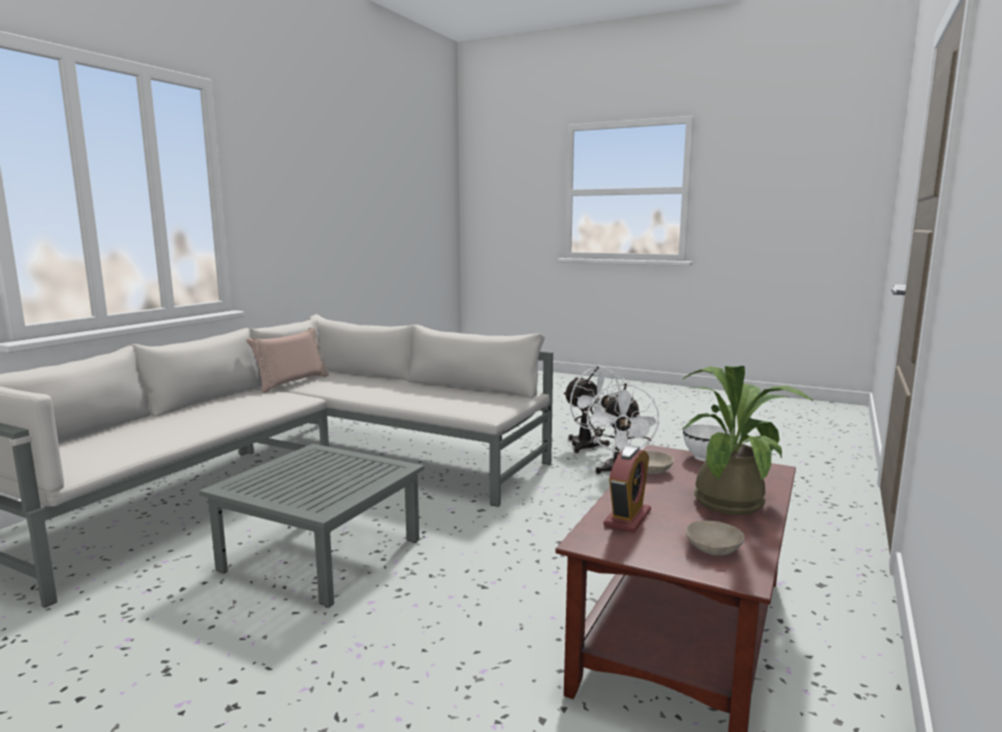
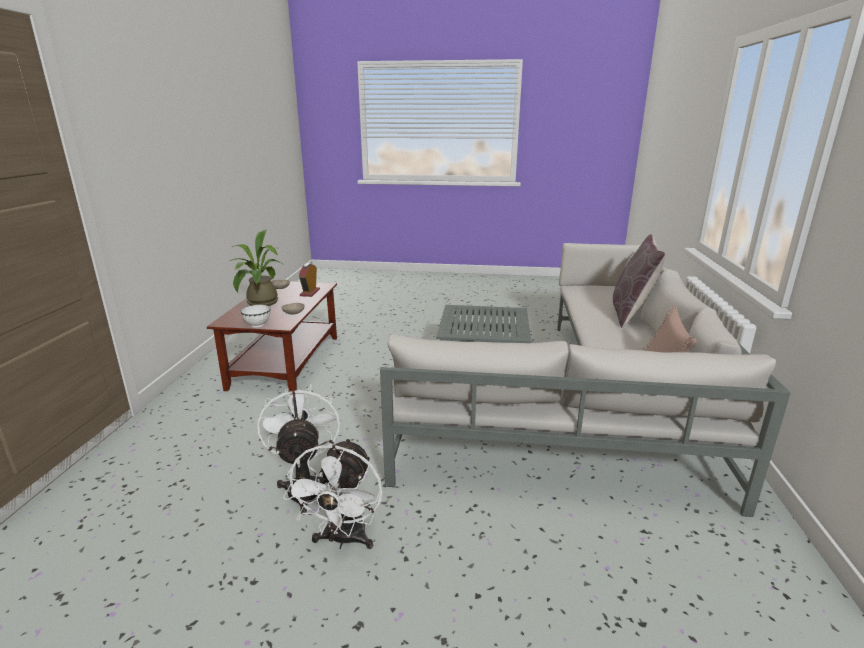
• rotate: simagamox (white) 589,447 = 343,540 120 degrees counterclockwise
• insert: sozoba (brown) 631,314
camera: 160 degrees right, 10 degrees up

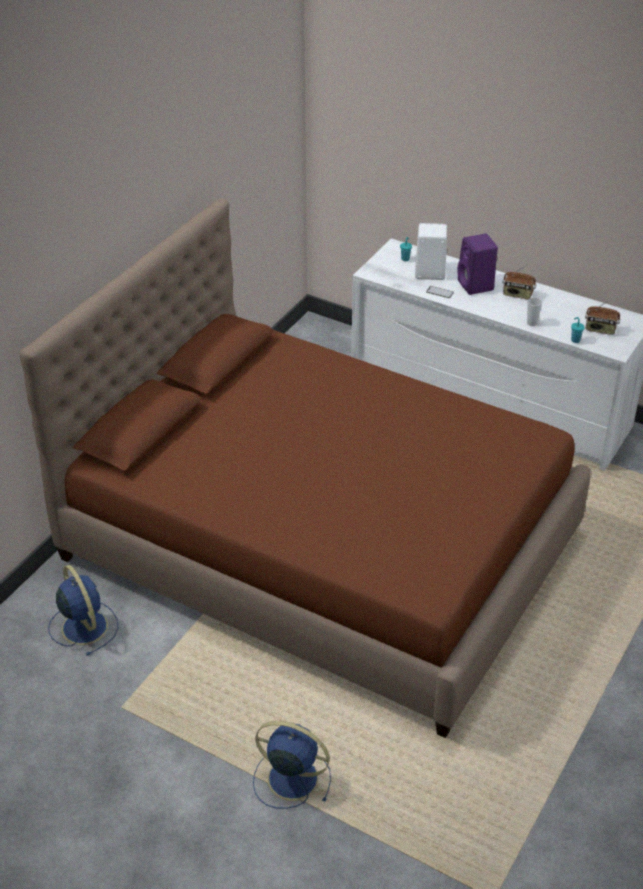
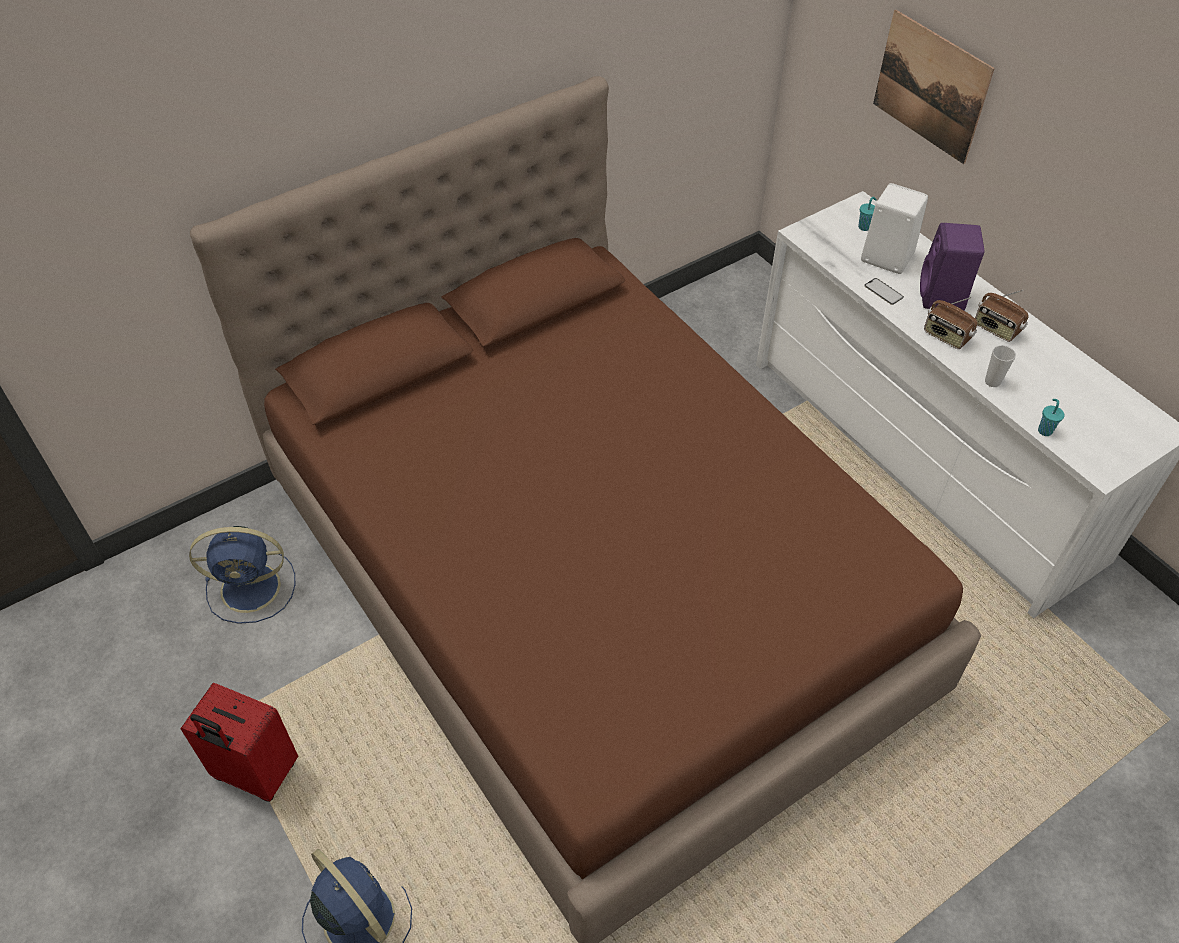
• insert: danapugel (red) 255,773
• rotate: simagamox (blue) 84,626 = 253,587 90 degrees clockwise
• insert: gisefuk 930,86
• move: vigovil 600,330 to 946,336
camera: 25 degrees right, 10 degrees up

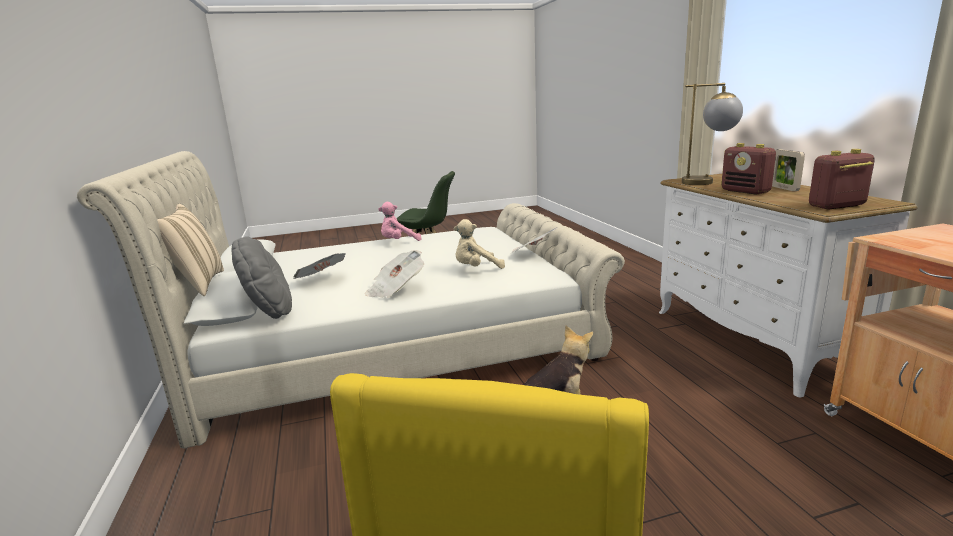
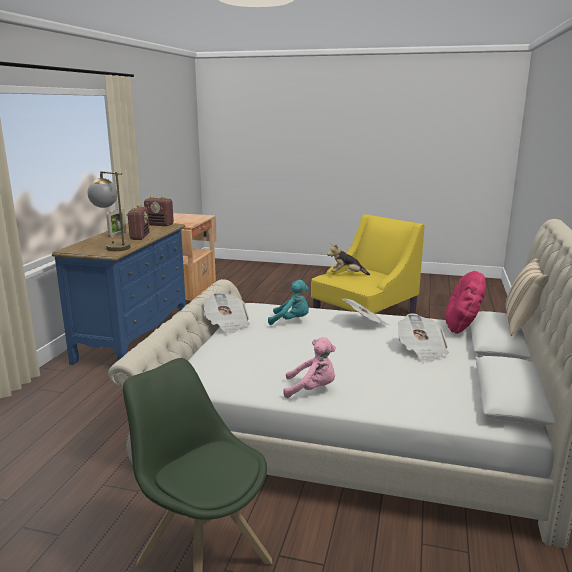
• recolor: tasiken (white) 748,341 to tasiken (blue) 135,339
• recolor: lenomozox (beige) 476,269 to lenomozox (turquoise) 291,321
• recolor: sozoba (grey) 269,314 to sozoba (pink) 462,328
camera: 150 degrees left, 0 degrees up

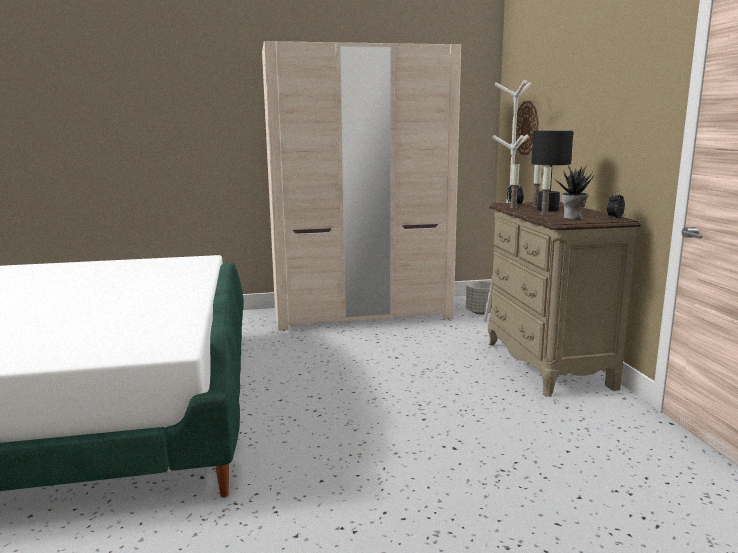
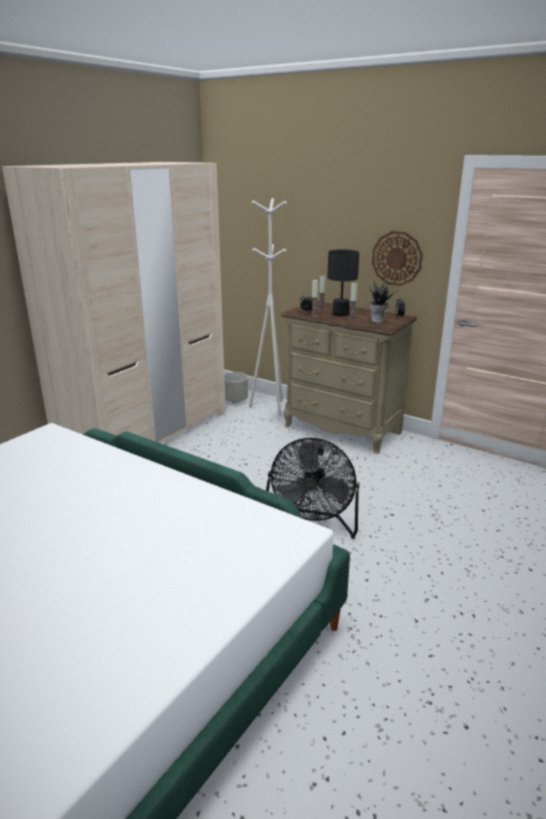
• insert: simagamox (black) 309,520
• move: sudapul 526,128 to 397,258
camera: 45 degrees left, 10 degrees up

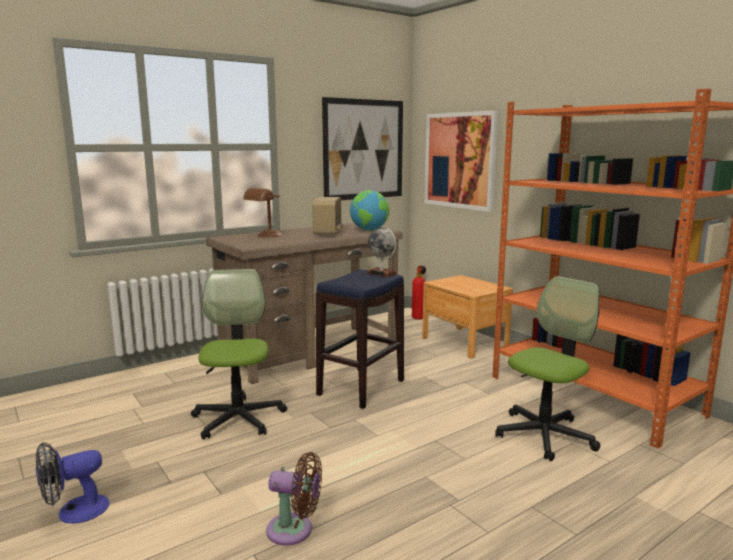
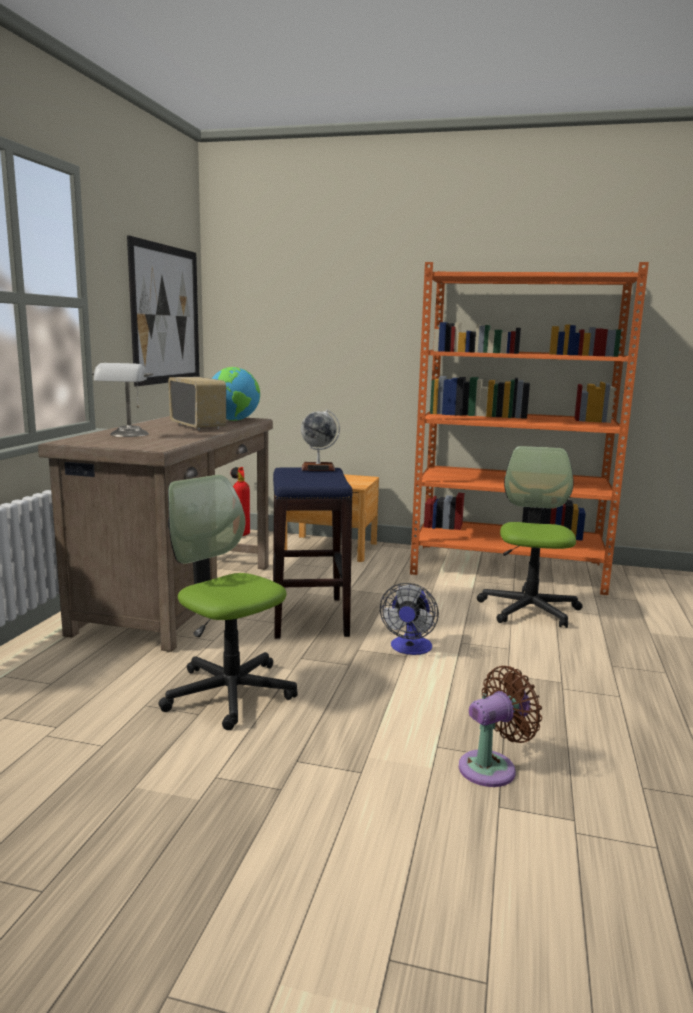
• recolor: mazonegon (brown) 266,236 to mazonegon (white) 128,435
• move: simagamox 74,512 to 410,649
• delete: gisefuk 460,160
camera: 40 degrees left, 0 degrees up

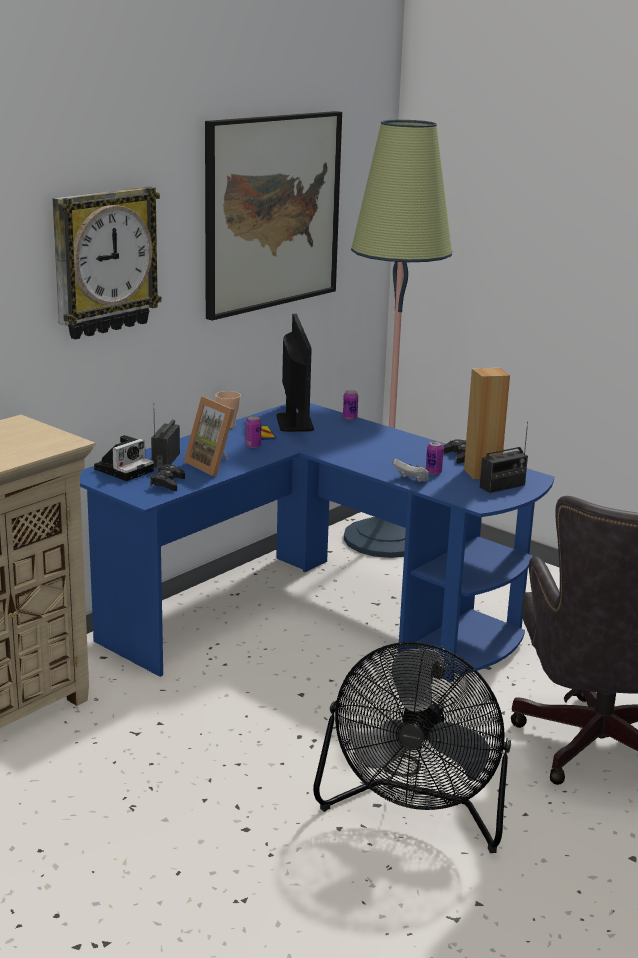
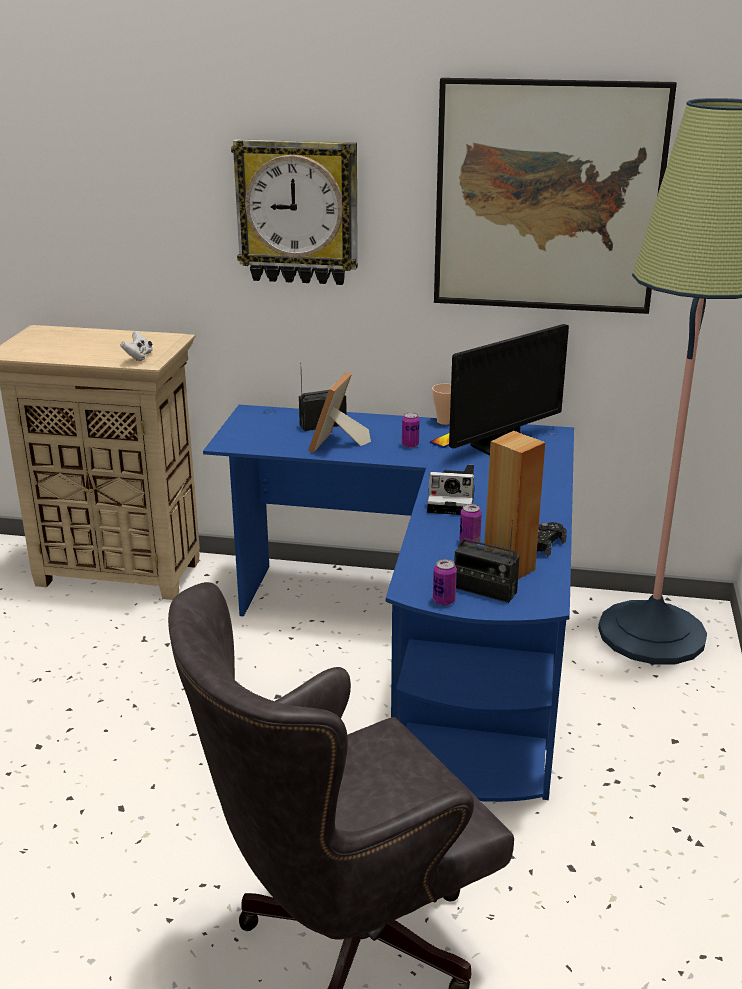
• move: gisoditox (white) 411,480 to 138,357
• move: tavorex 125,469 to 453,501
• move: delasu 350,418 to 444,601
• delete: gisoditox (black) 167,483
• delete: simagamox (black) 410,807
camera: 60 degrees right, 5 degrees up

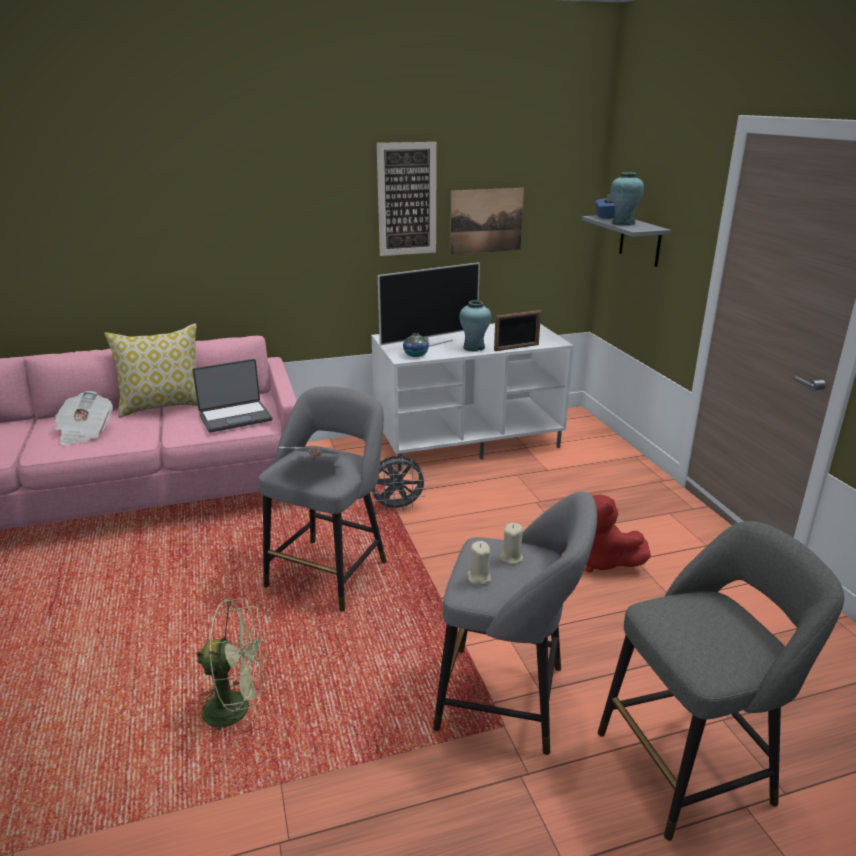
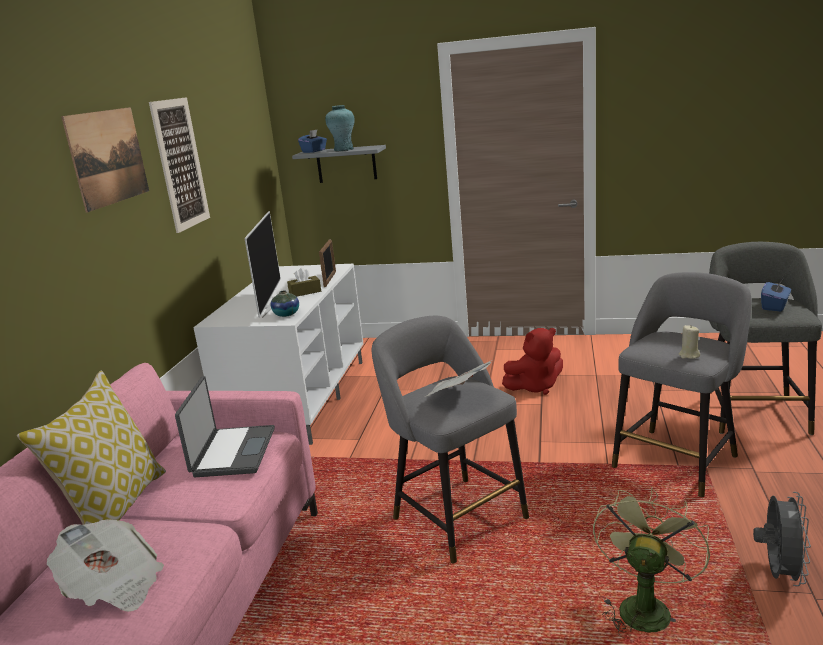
• move: gisefuk 486,221 to 108,157
• replace: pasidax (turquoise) 474,347 to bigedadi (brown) 305,292
• move: simagamox (grey) 397,507 to 778,573
• insert: bigedadi (blue) 775,306
• delete: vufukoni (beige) 511,557
camera: 60 degrees left, 5 degrees down

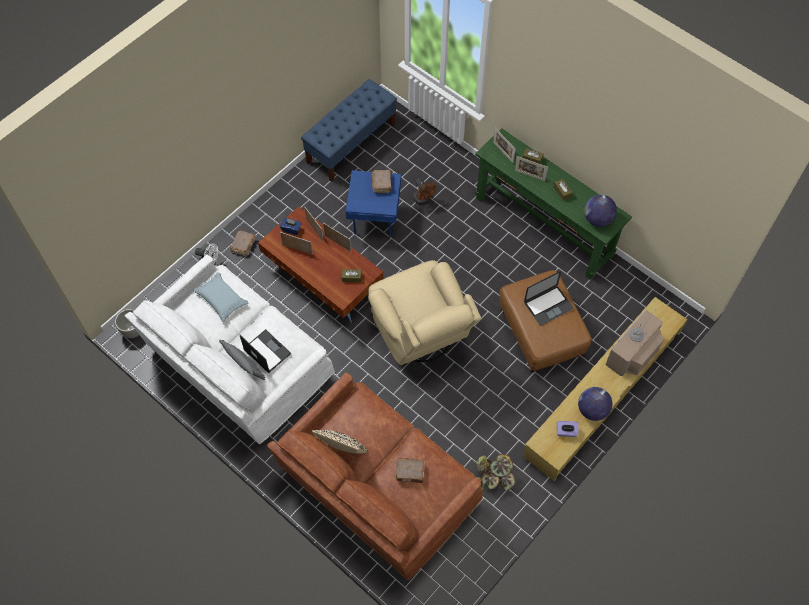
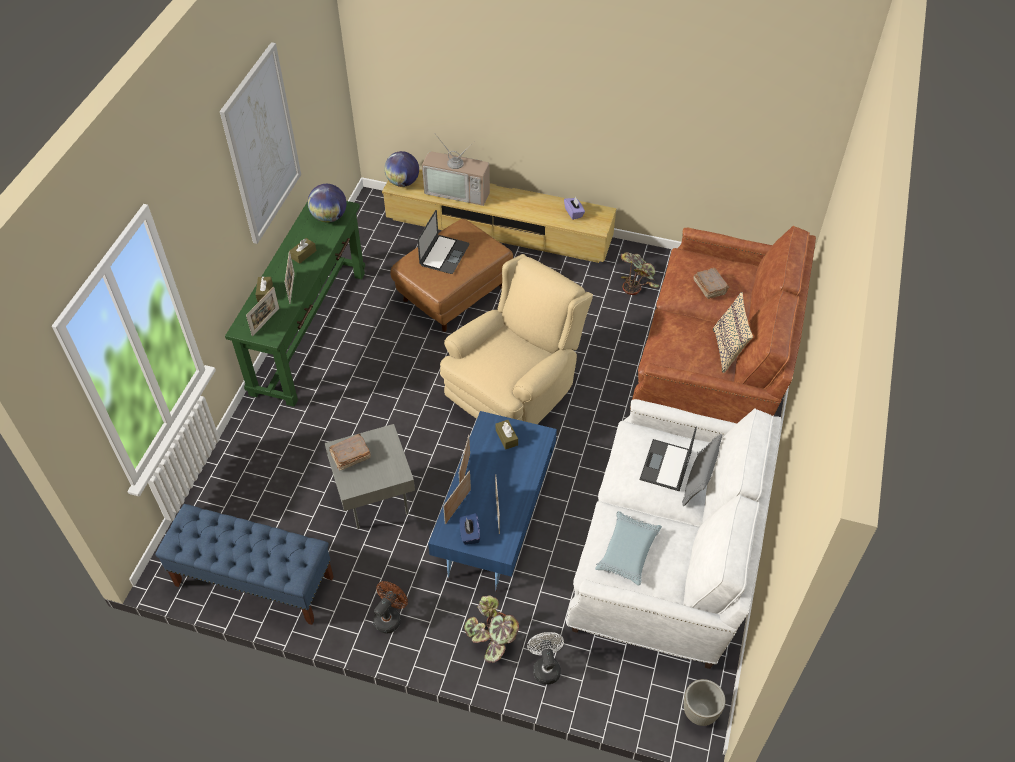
• insert: gisefuk 261,145
• recolor: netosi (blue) 375,219 to netosi (grey) 374,499
• move: simagamox (brown) 423,200 to 390,617
• move: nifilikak 592,410 to 403,182
• rotate: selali 548,305 = 444,254 75 degrees clockwise
• recolor: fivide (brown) 322,280 to fivide (blue) 496,519
• replace: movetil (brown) 243,246 to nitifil 493,639
camera: 115 degrees left, 10 degrees down

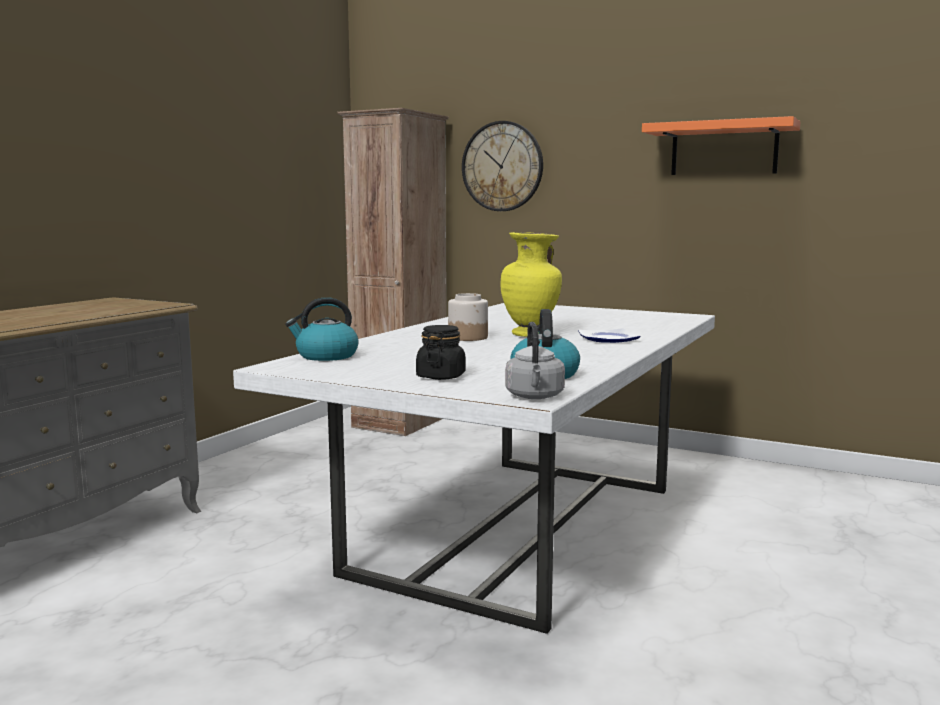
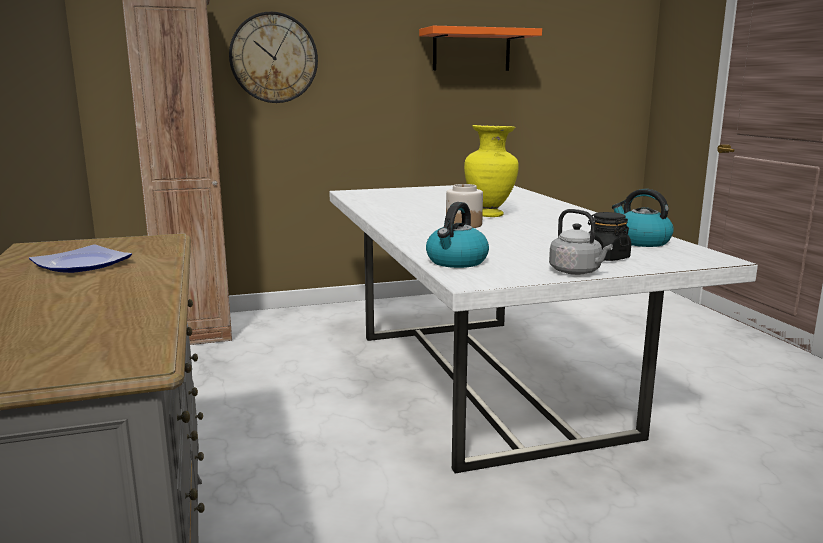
• move: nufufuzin 609,339 to 84,264
• move: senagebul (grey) 535,397 to 577,272
camera: 45 degrees left, 5 degrees up

